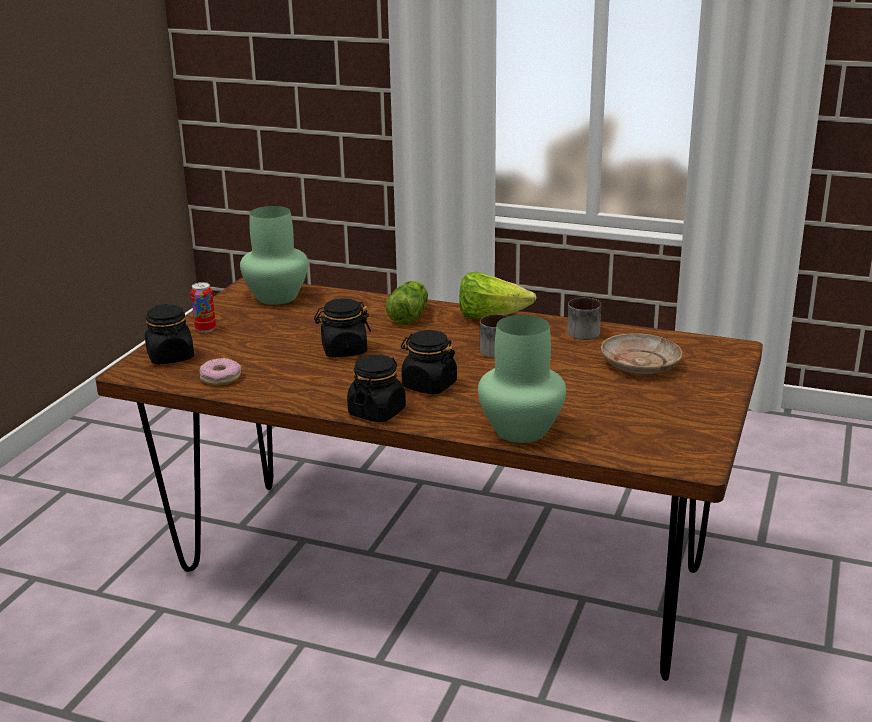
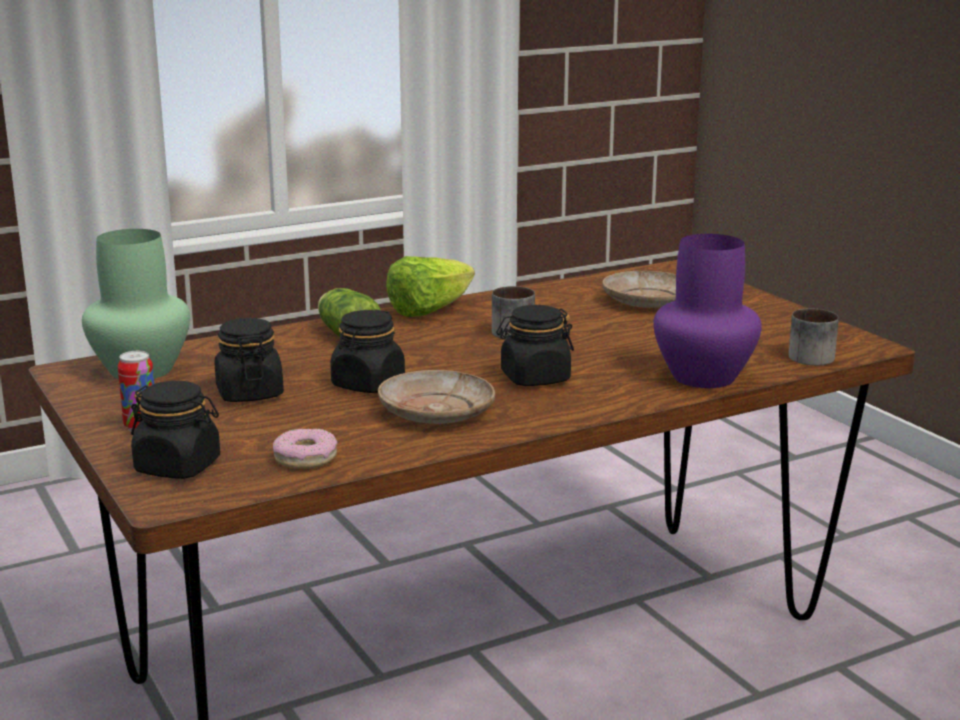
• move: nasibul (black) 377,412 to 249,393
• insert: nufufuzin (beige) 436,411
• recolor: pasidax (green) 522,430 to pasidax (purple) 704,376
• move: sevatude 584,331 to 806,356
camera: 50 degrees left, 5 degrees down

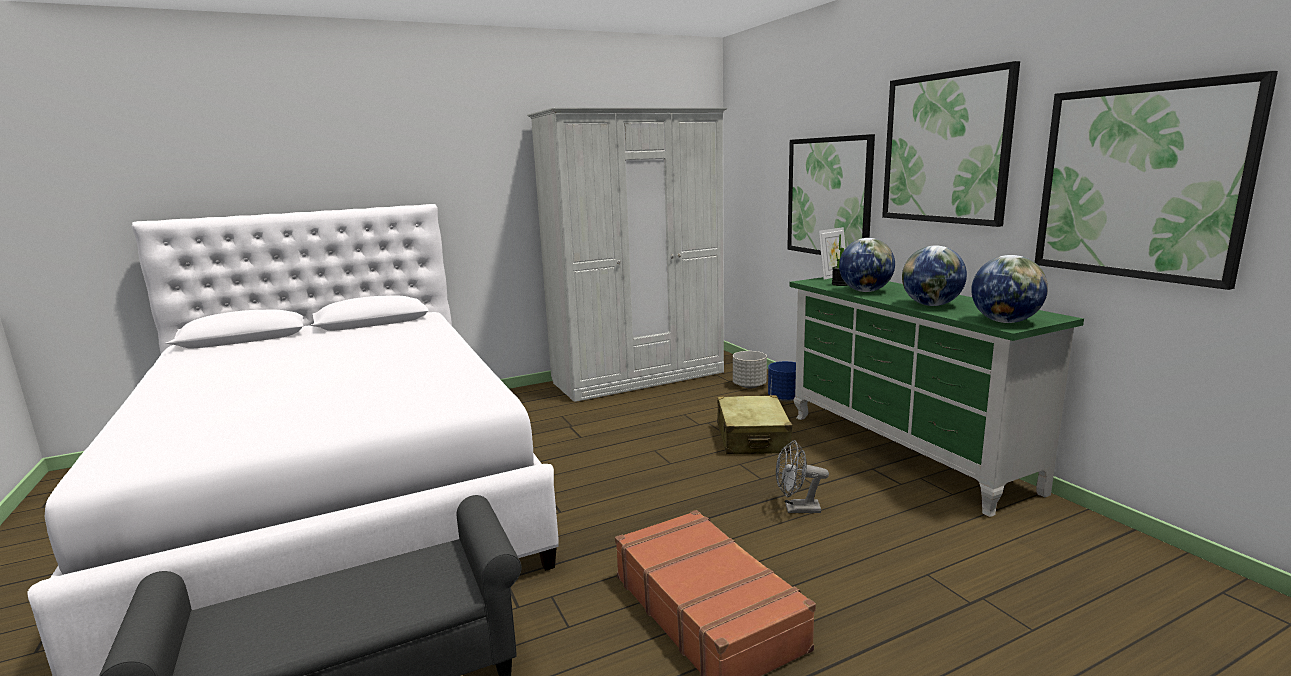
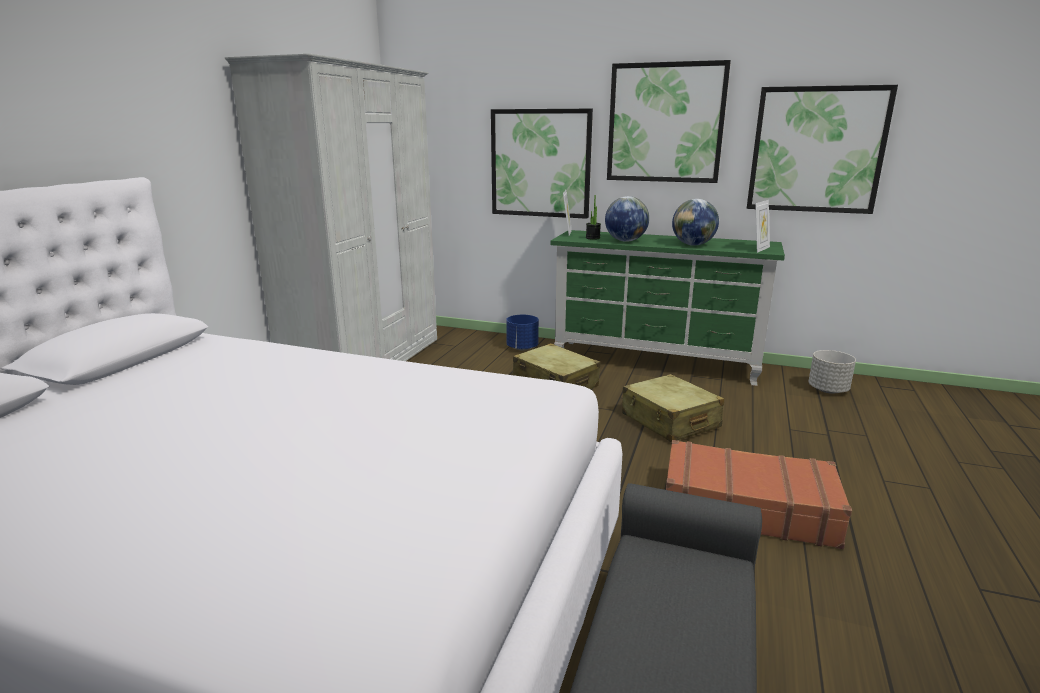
• replace: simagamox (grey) 796,509 to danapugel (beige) 670,421
• replace: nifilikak 1005,321 to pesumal 759,249
• move: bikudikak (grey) 749,386 to 828,390
camera: 45 degrees left, 5 degrees up

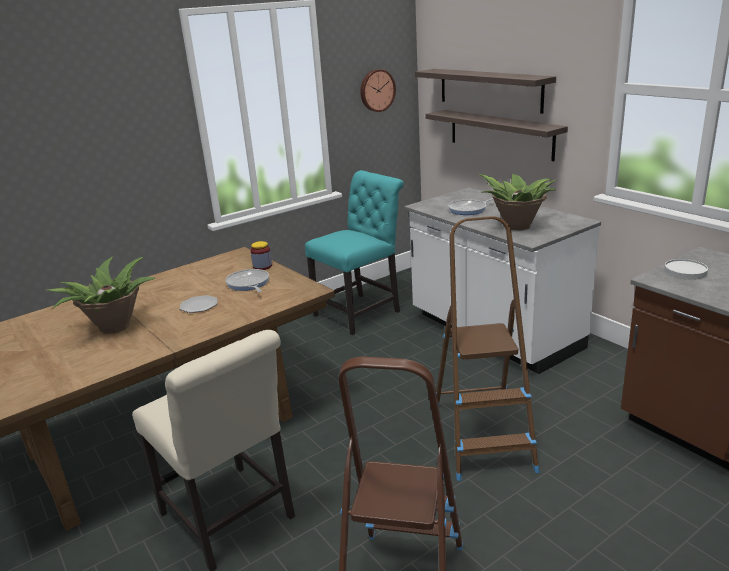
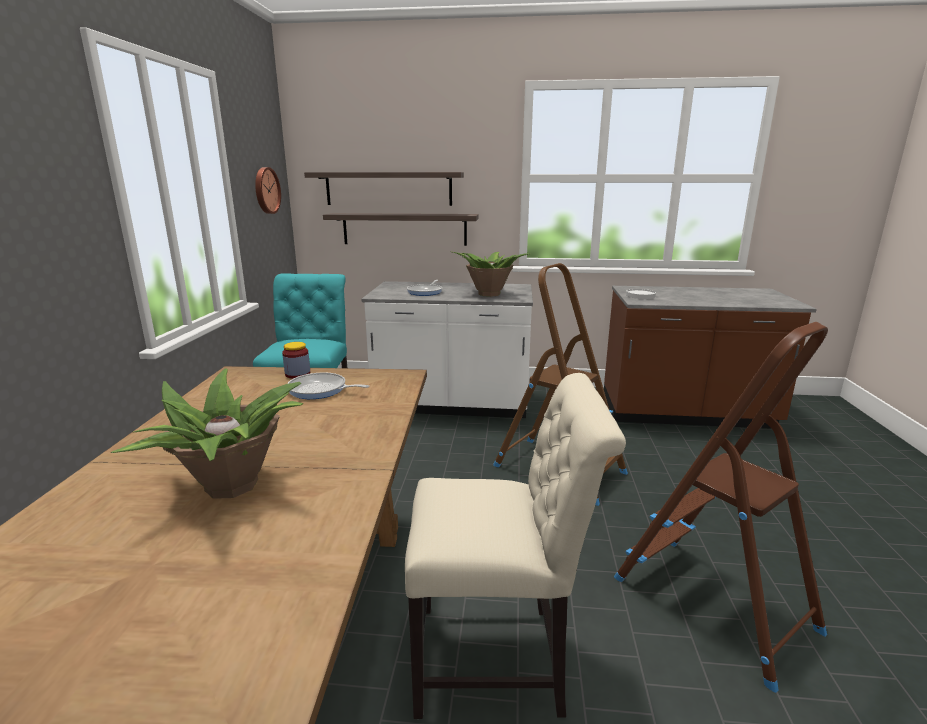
• delete: nufufuzin 199,306
camera: 50 degrees left, 5 degrees down

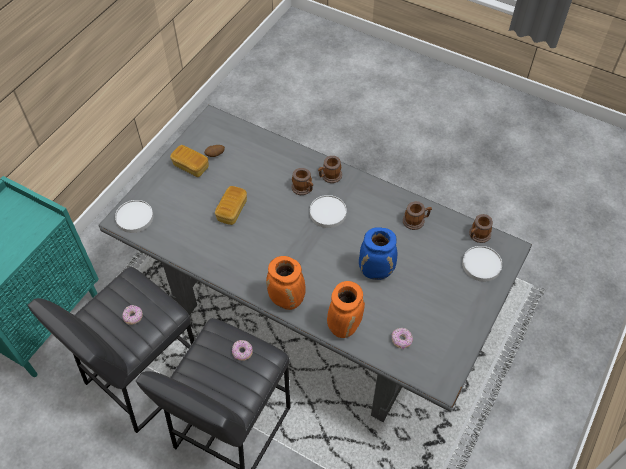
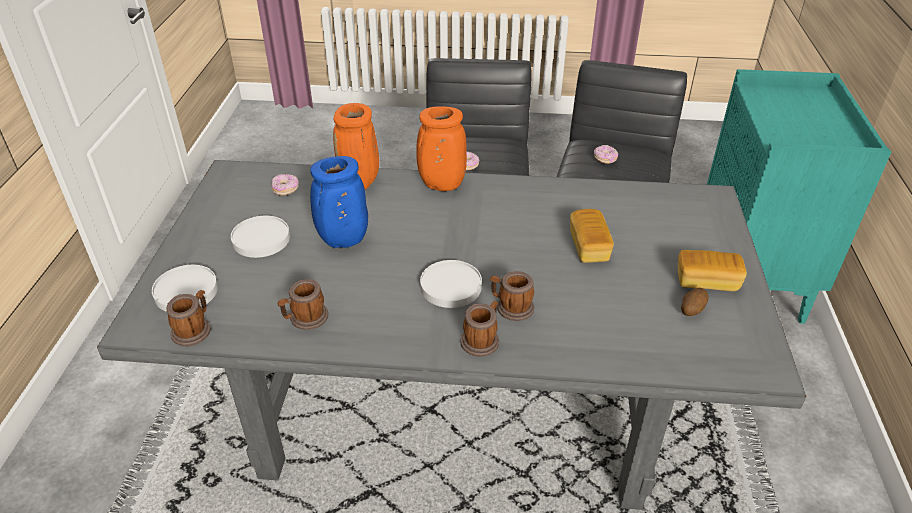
• move: nufufuzin (white) 134,217 to 261,239
camera: 155 degrees right, 15 degrees down

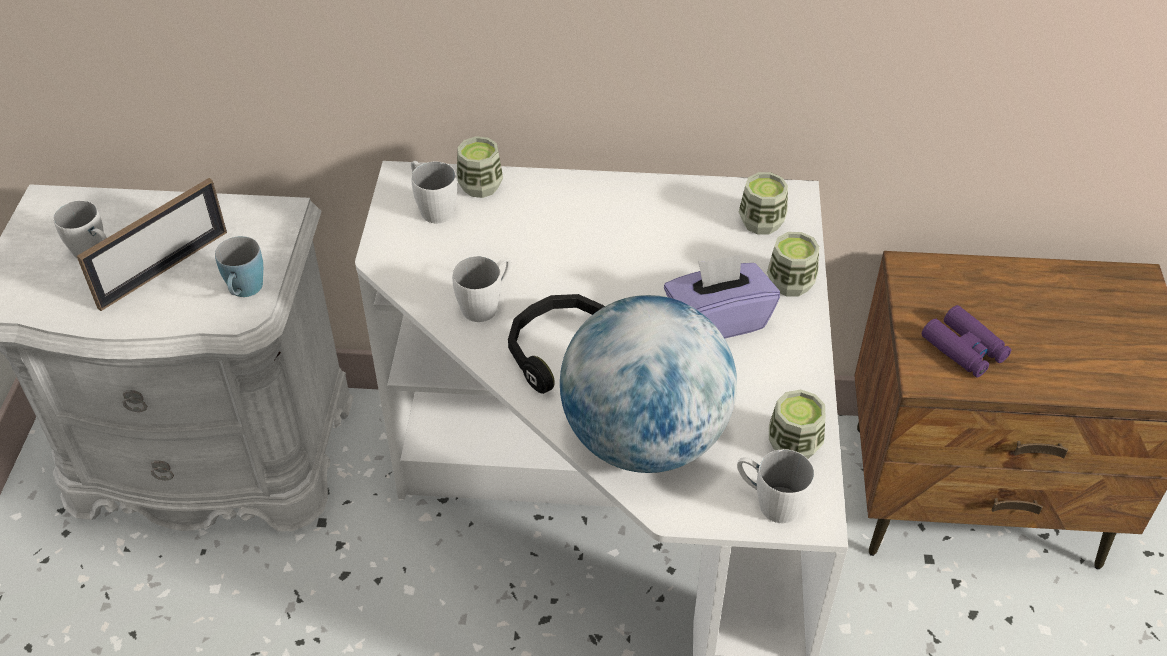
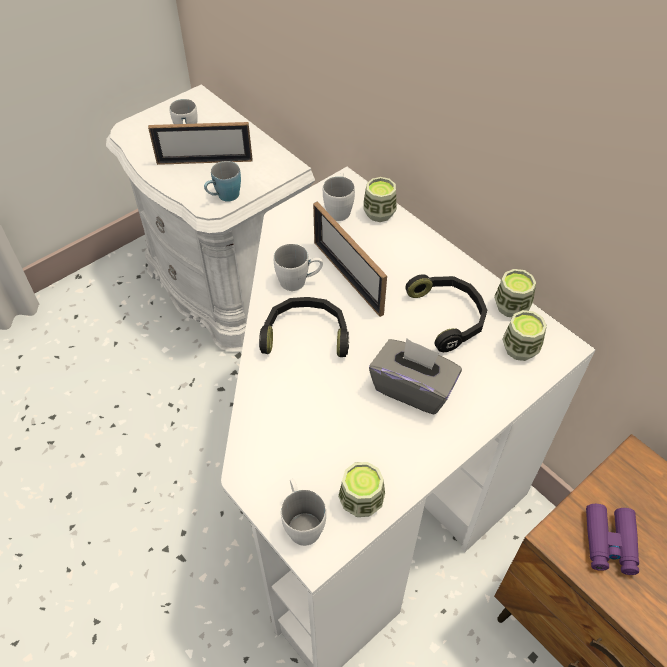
• insert: pesumal 347,277
• recolor: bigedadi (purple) 717,321 to bigedadi (grey) 413,388
• insert: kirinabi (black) 449,316
• move: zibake 790,283 to 511,306
• delete: nifilikak 644,439
camera: 45 degrees right, 5 degrees up

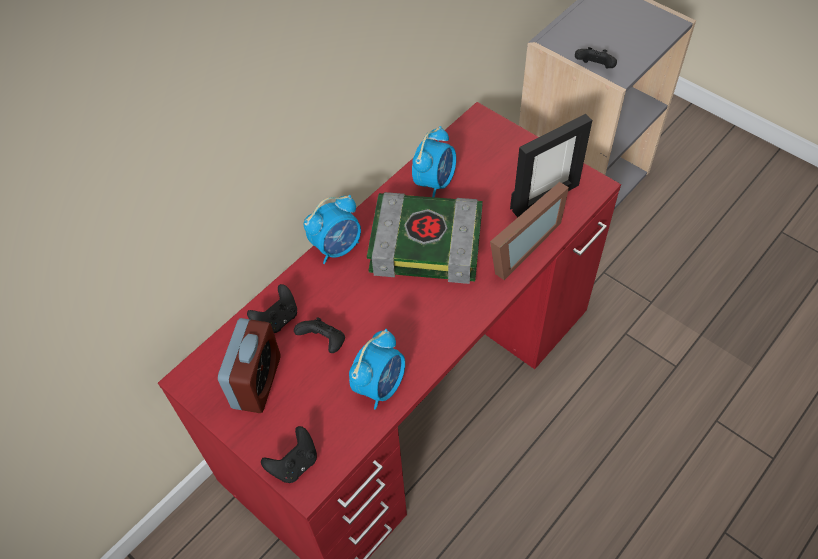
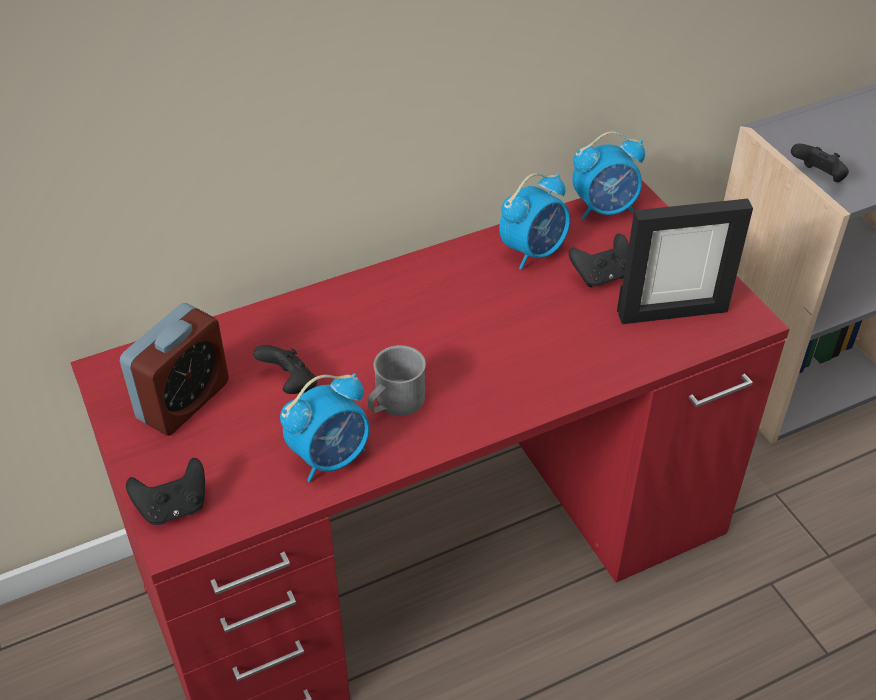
• insert: sevatude (grey) 394,403
• move: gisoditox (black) 277,319 to 600,276
• move: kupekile 337,247 to 605,209
• delete: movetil 428,243
• delete: pesumal 517,246
camera: 20 degrees right, 10 degrees down

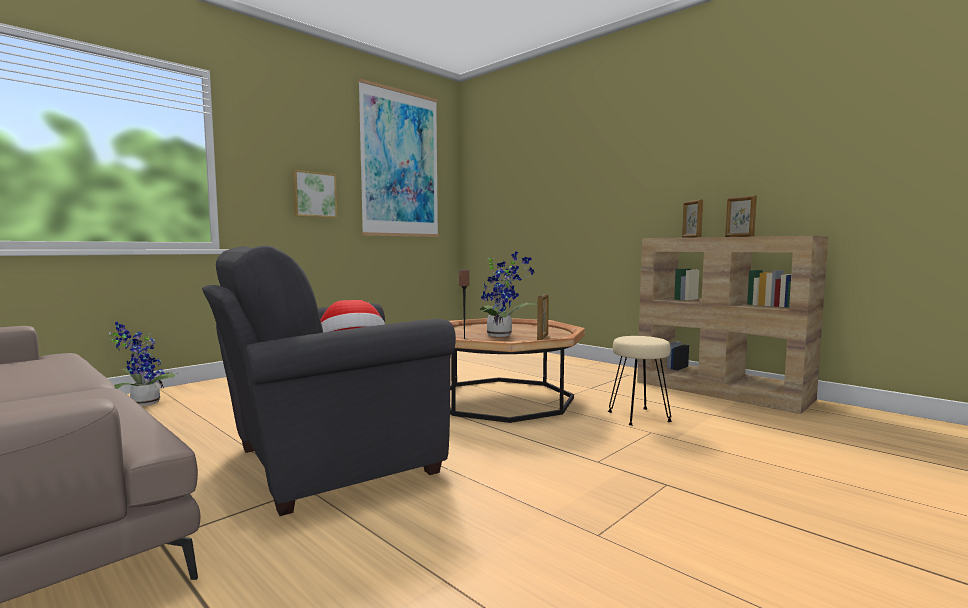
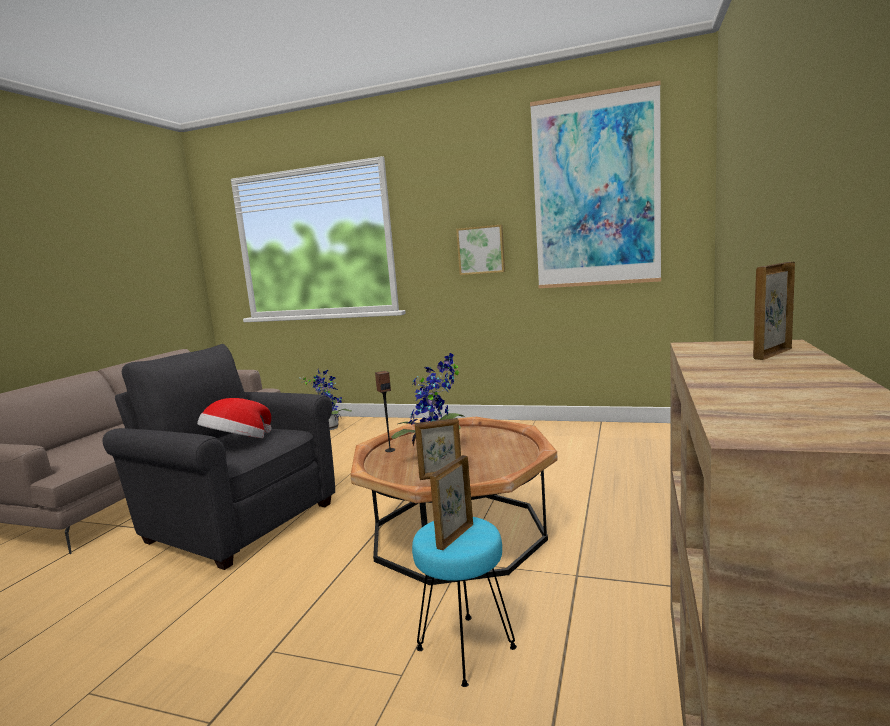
• recolor: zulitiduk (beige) 638,417 to zulitiduk (turquoise) 465,649
• move: pesumal 739,237 to 454,536
camera: 65 degrees right, 5 degrees up

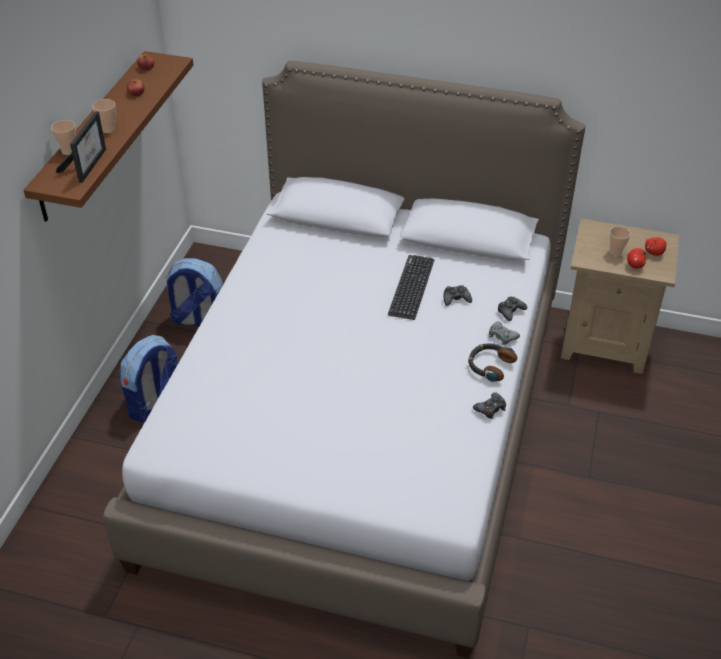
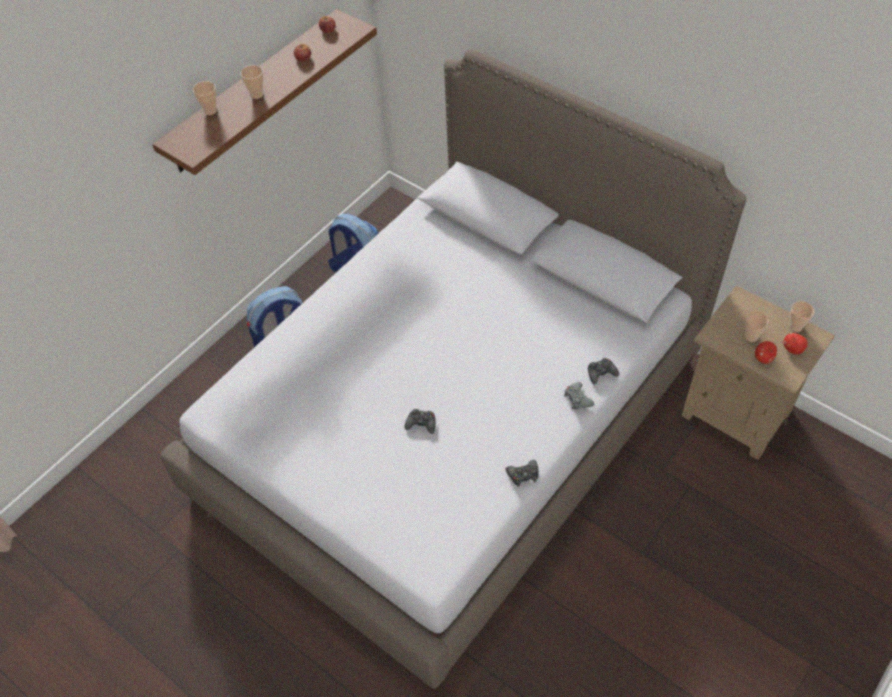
• move: gisoditox (black) 456,299 to 421,423
• insert: zibake 795,327
• delete: pesumal 87,164
• delete: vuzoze 411,287
• delete: kirinabi 490,365
camera: 25 degrees right, 10 degrees up

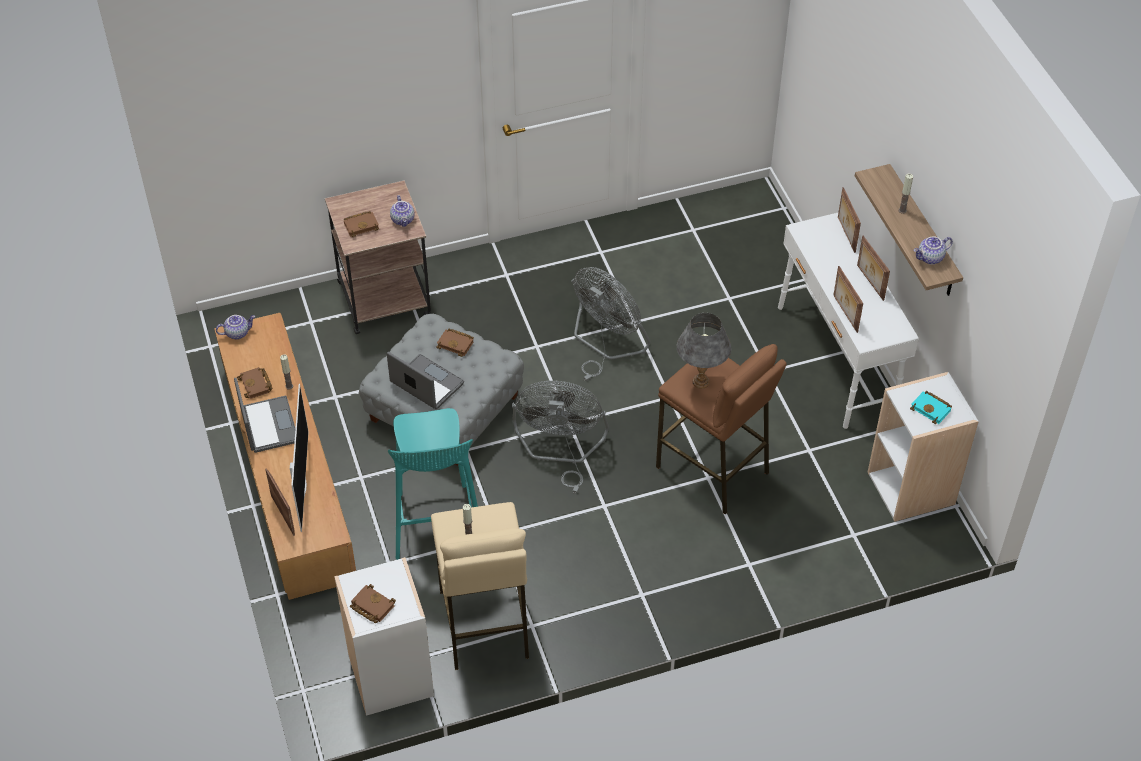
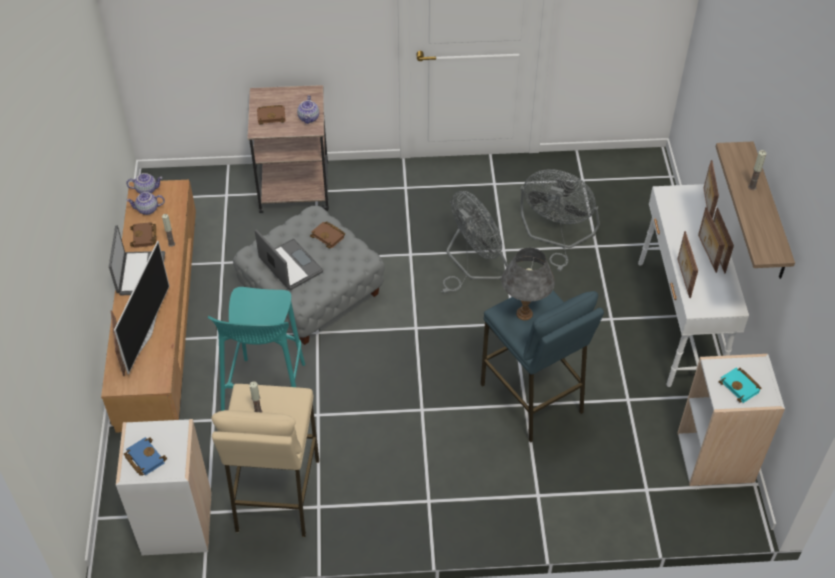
• recolor: movetil (brown) 371,606 to movetil (blue) 144,458
• move: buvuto 930,258 to 147,210
• recolor: zulitiduk (brown) 713,470 to zulitiduk (blue) 532,399
• move: simagamox (grey) 561,451 to 555,236
• insert: pesumal 706,253
camera: 15 degrees right, 0 degrees up

